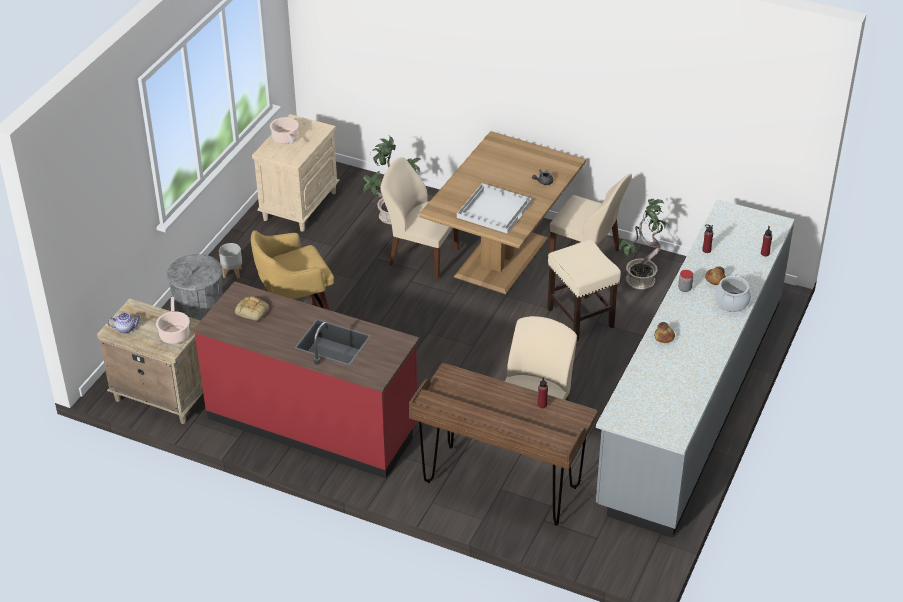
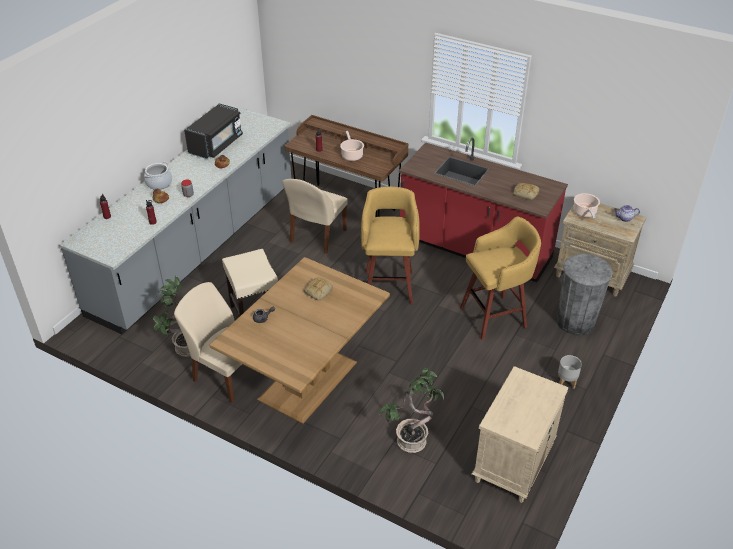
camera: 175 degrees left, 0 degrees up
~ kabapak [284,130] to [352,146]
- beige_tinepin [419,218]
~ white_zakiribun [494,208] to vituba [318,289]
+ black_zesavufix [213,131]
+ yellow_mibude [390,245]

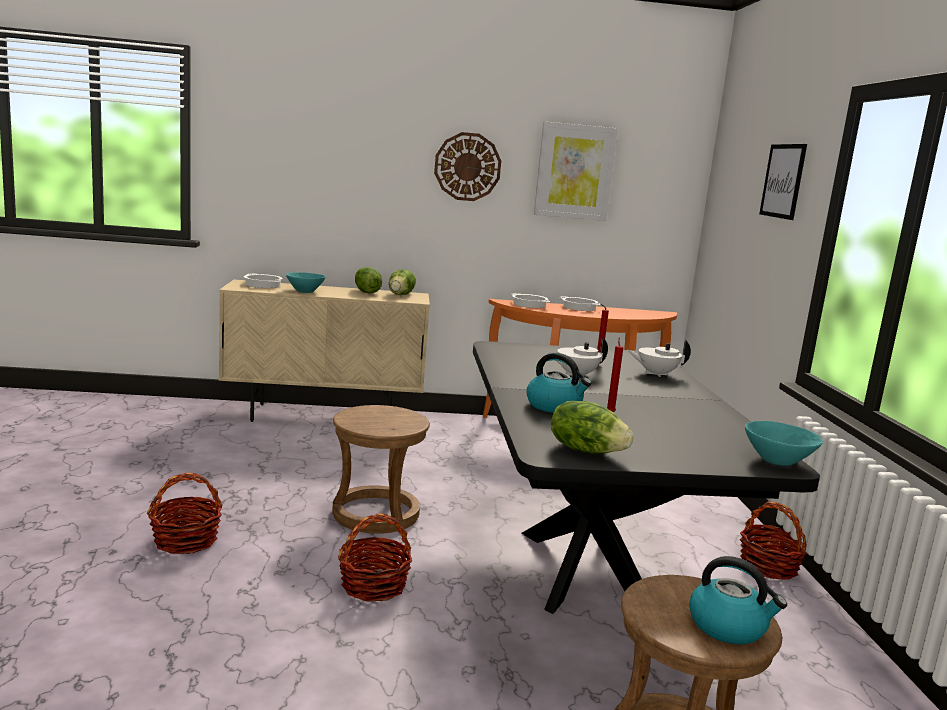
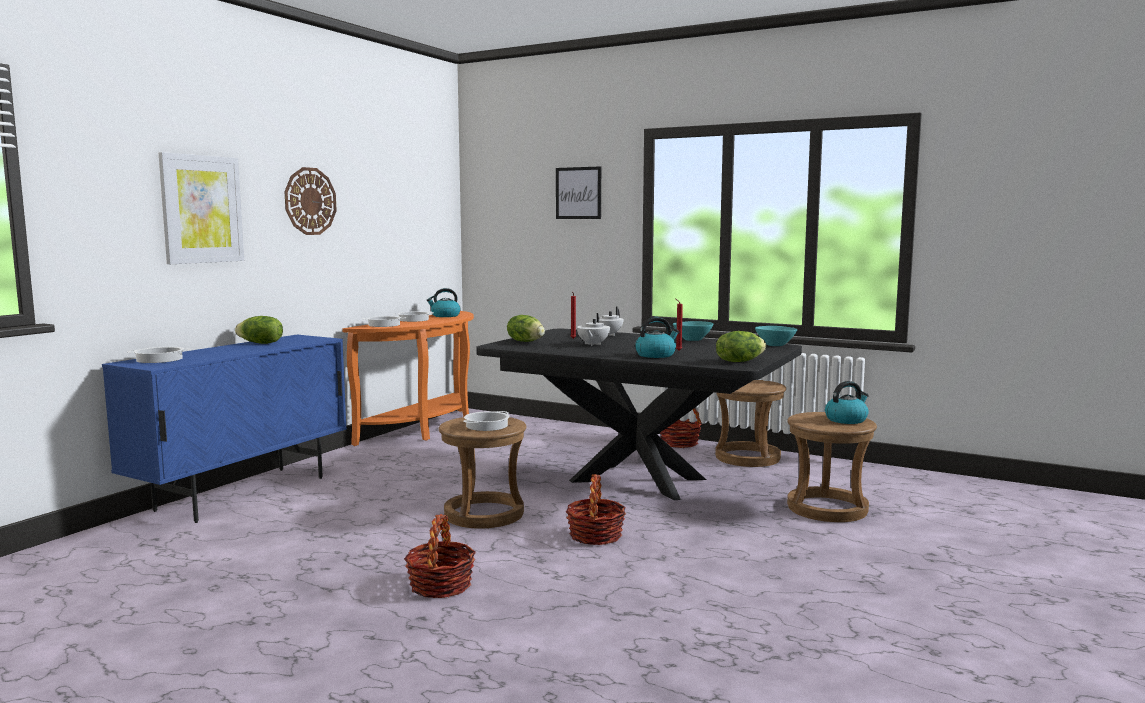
camera: 55 degrees left, 5 degrees down
~ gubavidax [576,171] to [201,208]
~ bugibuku [402,282] to [526,328]
~ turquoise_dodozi [306,282] to [693,331]
~ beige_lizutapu [324,351] to blue_lizutapu [224,429]
+ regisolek [443,302]
+ brown_mibude [750,423]
+ kabapak [486,421]

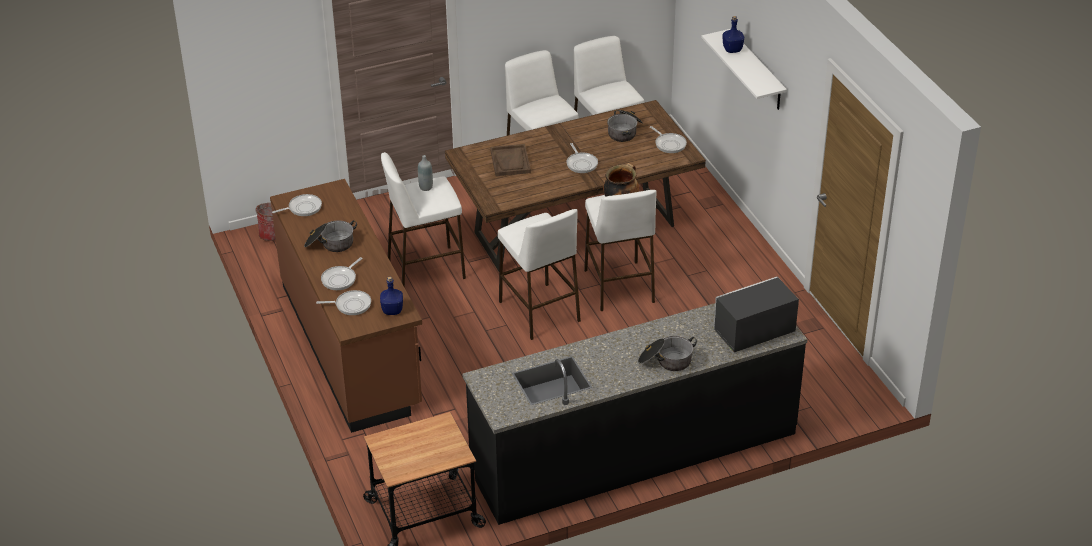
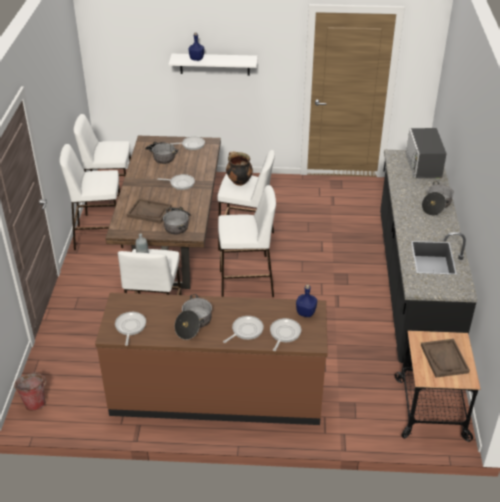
camera: 65 degrees left, 0 degrees up
~ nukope [342,273] = [243,329] 105 degrees counterclockwise
+ kabapak [177,220]
+ brown_zakiribun [445,358]

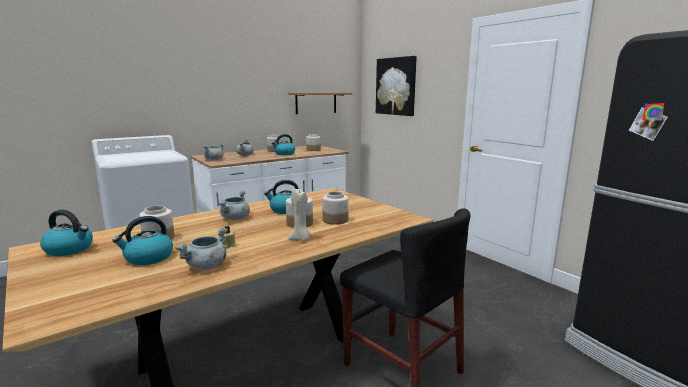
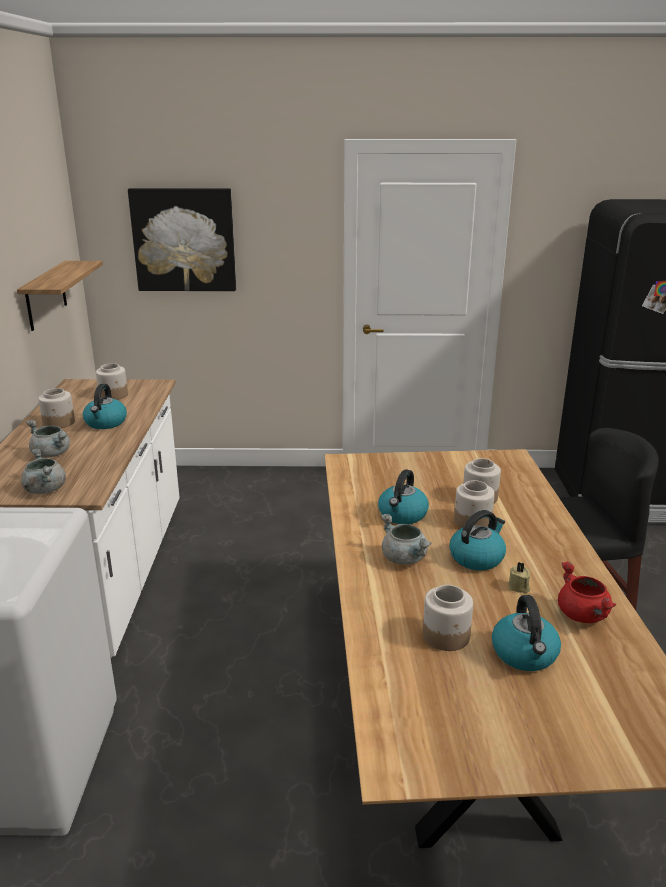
camera: 55 degrees left, 10 degrees up
- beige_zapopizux [300,214]
~ regisolek [66,233] to [477,540]
~ grey_kabapak [201,248] to red_kabapak [587,592]

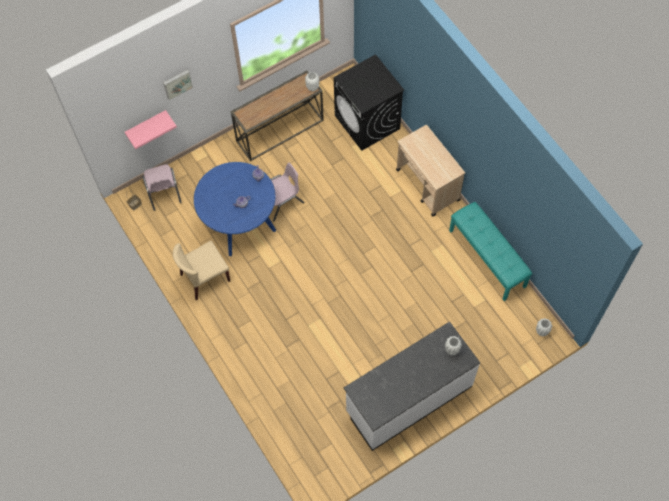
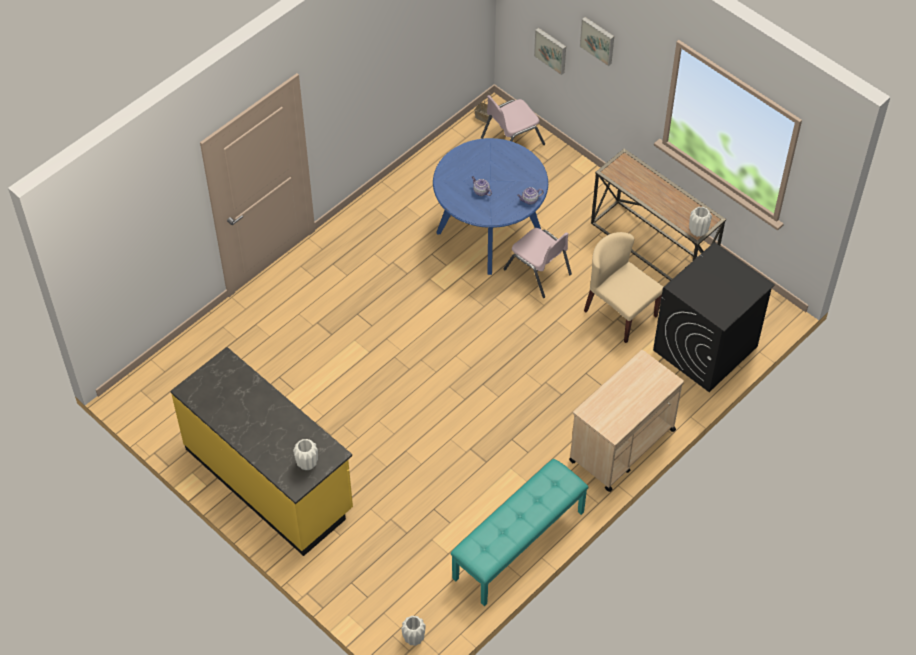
camera: 75 degrees right, 10 degrees down
~ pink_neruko [151,129] to gubavidax [550,51]
~ beige_tinepin [201,270] to [623,287]
~ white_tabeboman [412,386] to yellow_tabeboman [261,451]

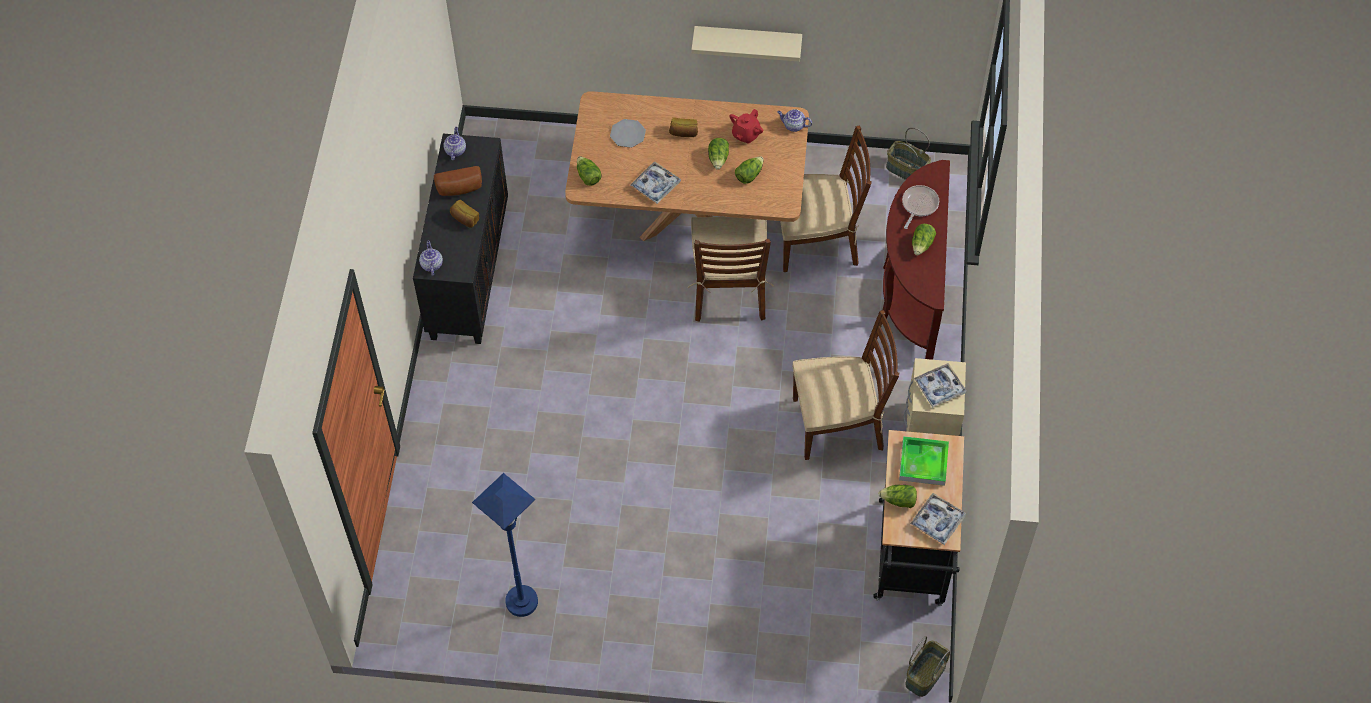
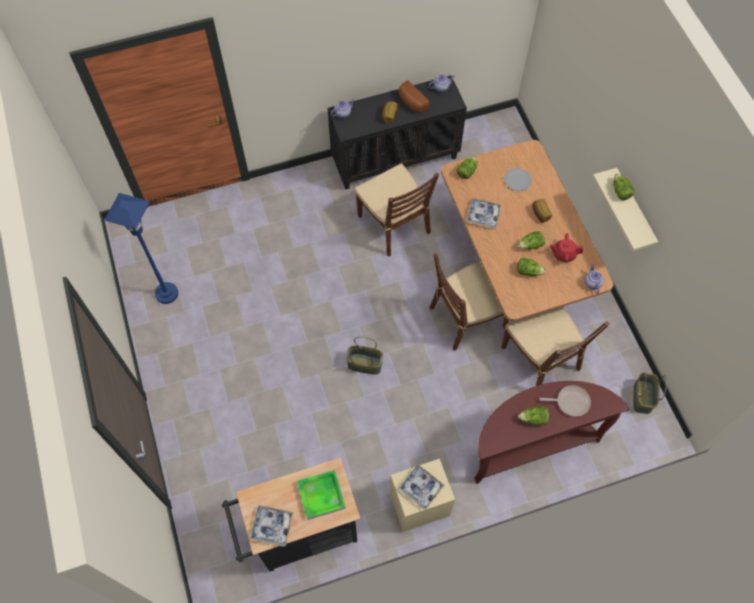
camera: 65 degrees right, 5 degrees up
~ brown_tinepin [845,385] to [397,209]
~ bugibuku [897,496] to [624,187]
~ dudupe [927,666] to [364,356]

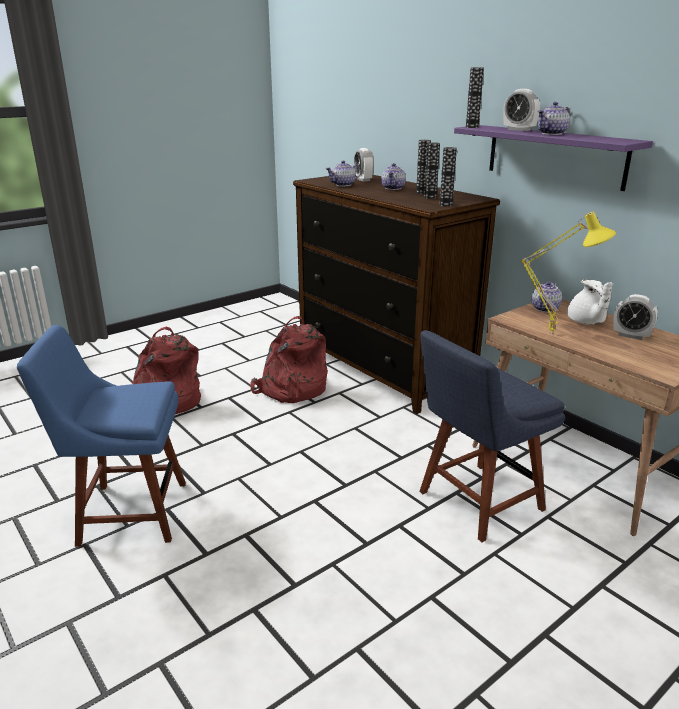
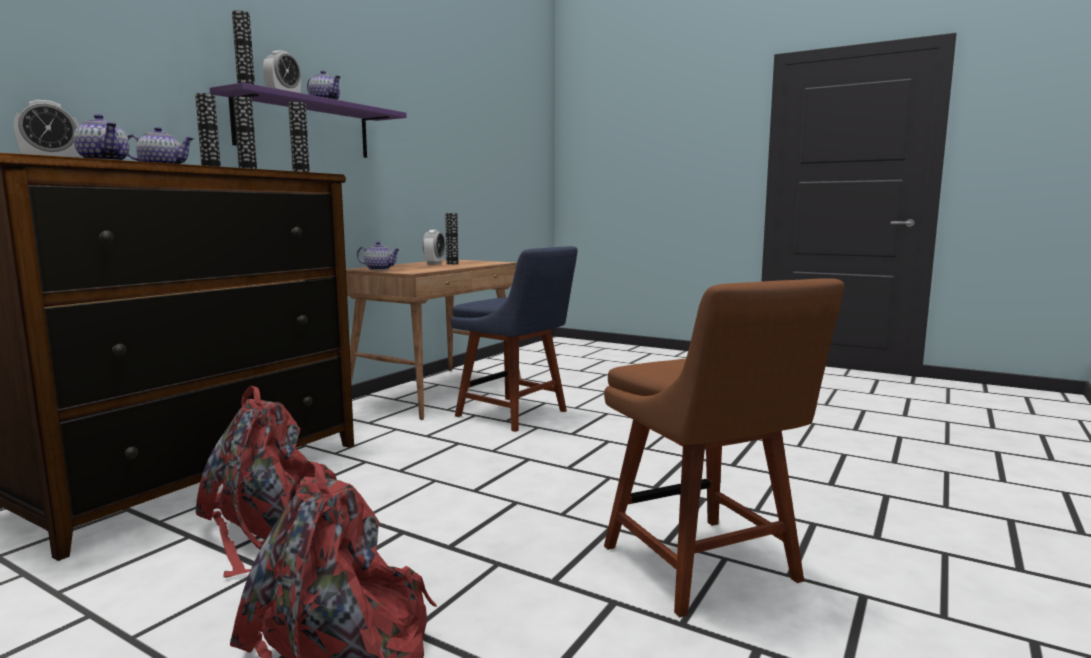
camera: 110 degrees left, 15 degrees down
- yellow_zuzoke [568,273]
- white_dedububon [589,302]
~ blue_tinepin [101,436] to brown_tinepin [724,447]
+ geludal [451,238]

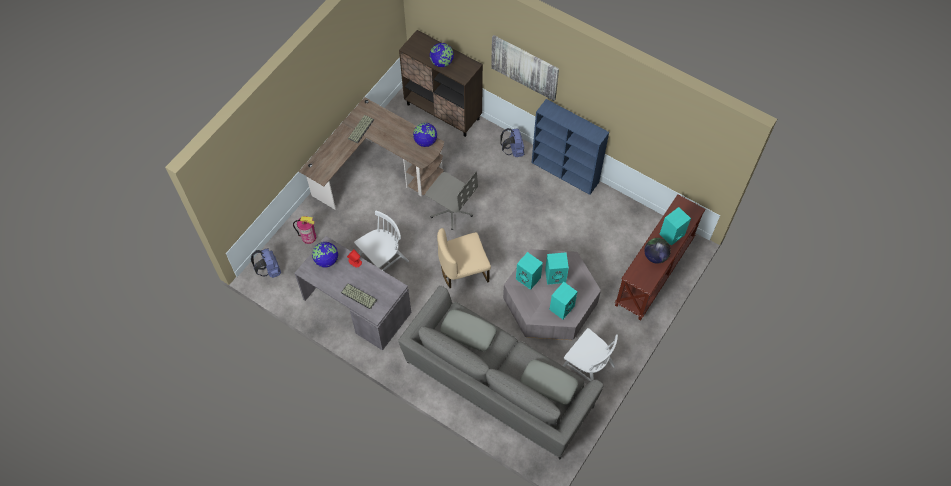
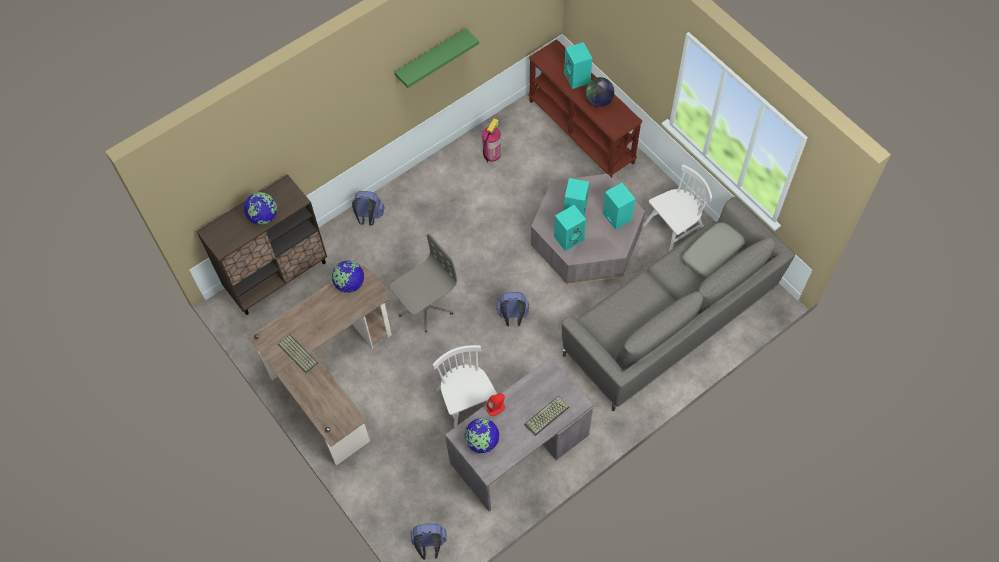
camera: 70 degrees left, 0 degrees up
- gubavidax [525,68]
- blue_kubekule [570,147]
~ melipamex [304,230] to [491,140]
~ beige_tinepin [464,258] to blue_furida [513,309]
- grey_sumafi [468,330]
+ green_neruko [437,58]

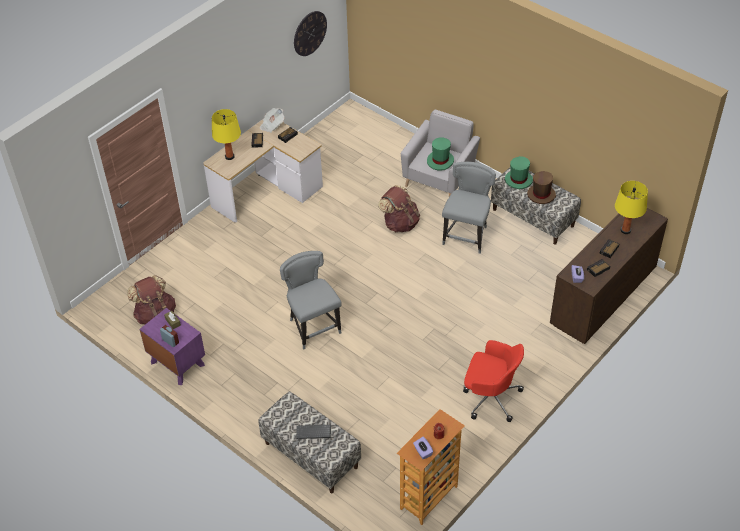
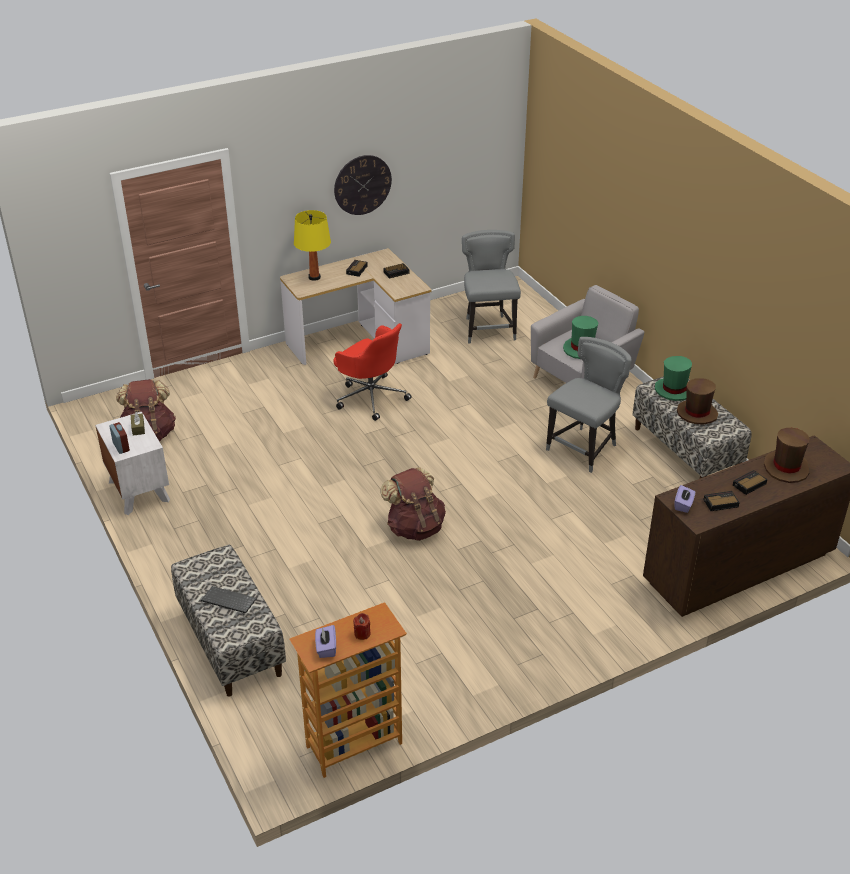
camera: 20 degrees right, 10 degrees down
~ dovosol [310,33] to [363,185]
- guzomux [272,120]
~ yellow_zuzoke [631,207] to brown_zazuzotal [787,455]
~ brown_furida [399,209] to [413,504]
~ grey_tinepin [311,300] to [491,287]
~ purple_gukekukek [172,346] to white_gukekukek [132,463]
~ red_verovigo [493,381] to [372,372]

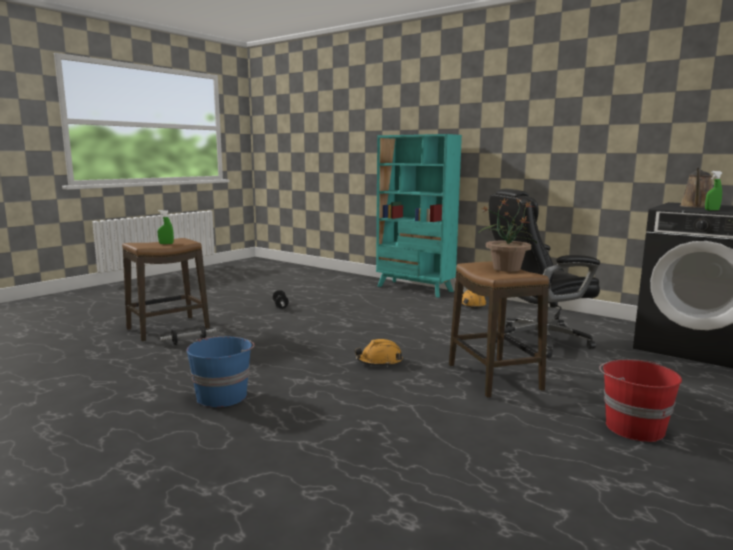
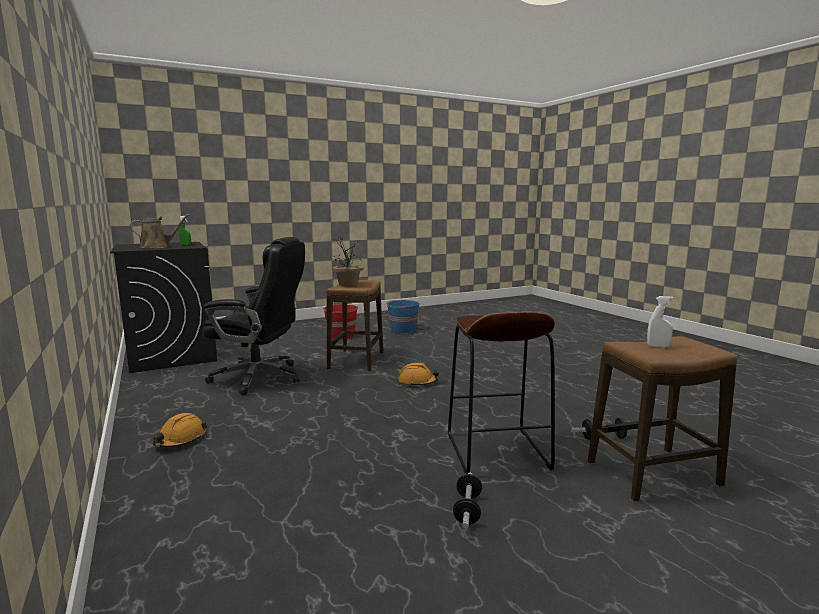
camera: 155 degrees left, 0 degrees up
- turquoise_kubekule [419,216]
~ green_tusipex [166,227] to white_tusipex [660,321]
~ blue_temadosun [220,371] to [402,316]
+ brown_mibude [501,392]

